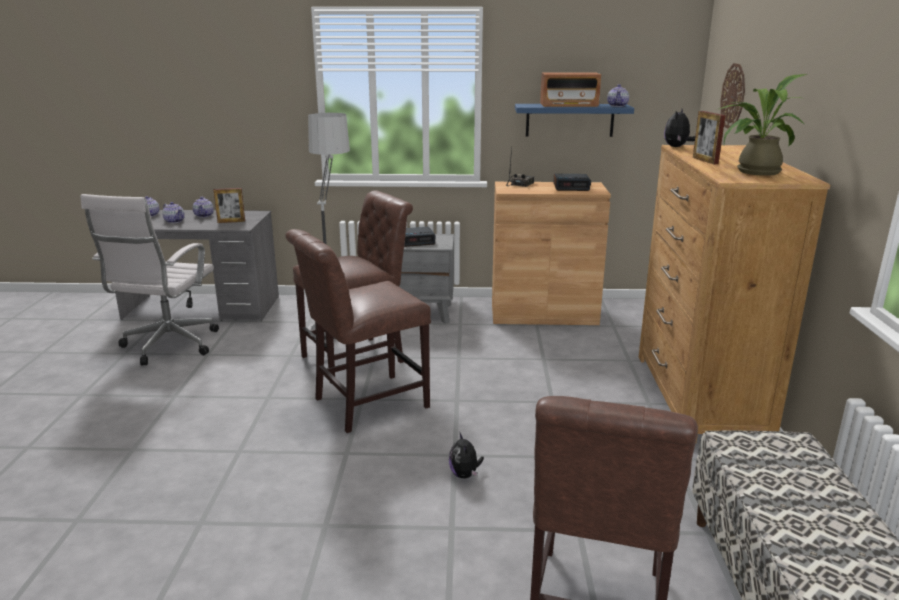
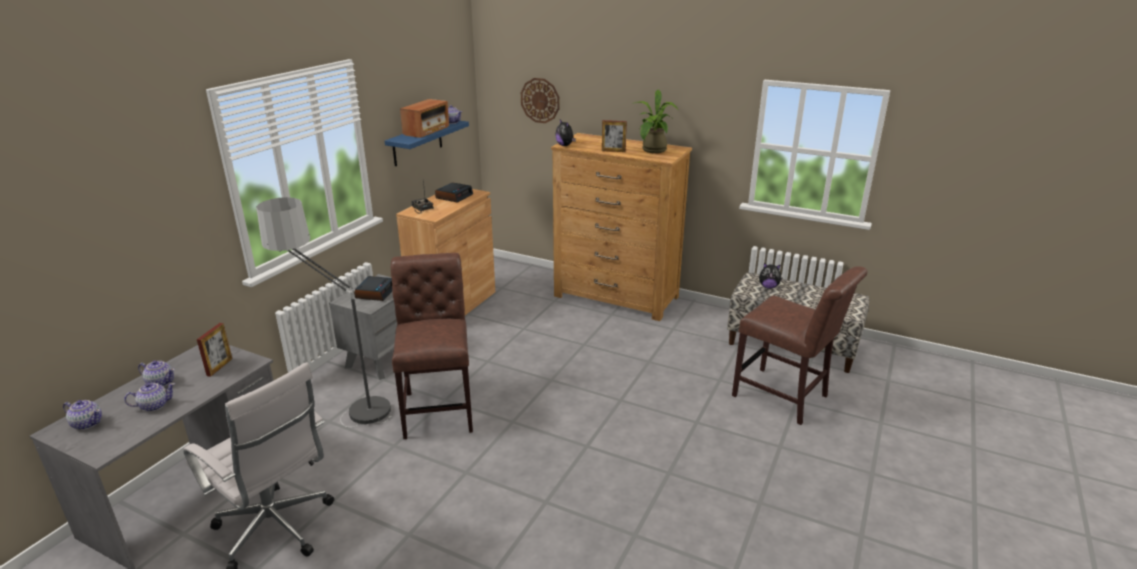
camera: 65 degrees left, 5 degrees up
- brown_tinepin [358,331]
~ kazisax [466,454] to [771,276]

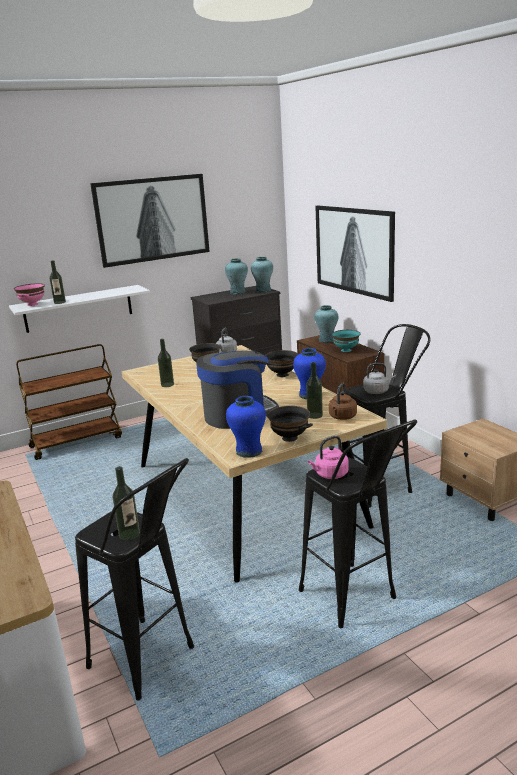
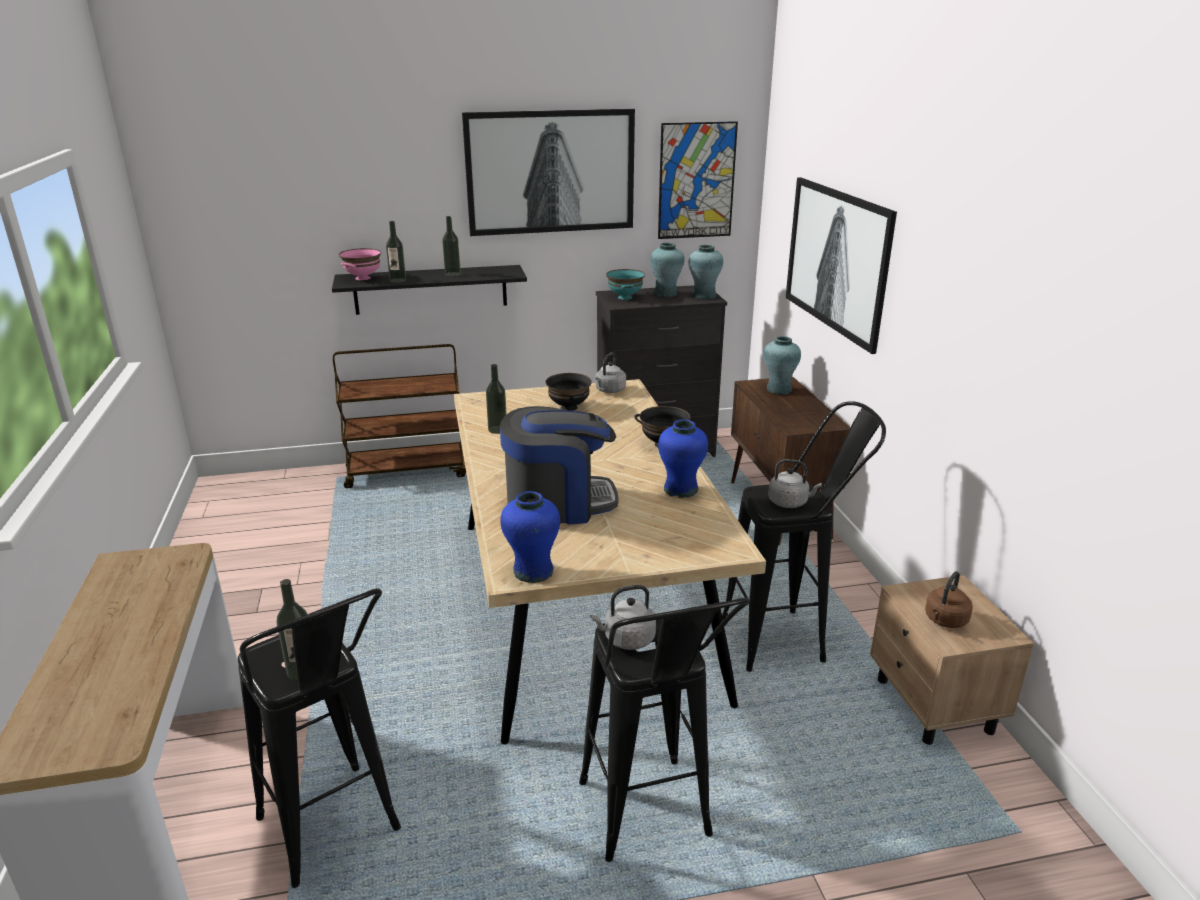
camera: 15 degrees right, 5 degrees up
~ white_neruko [79,309] to black_neruko [429,290]
~ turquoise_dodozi [346,341] to [625,284]
~ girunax [314,390] to [451,246]
~ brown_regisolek [343,401] to [949,599]
- black_dodozi [289,424]
~ pink_regisolek [328,457] to grey_regisolek [623,617]
+ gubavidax [698,180]

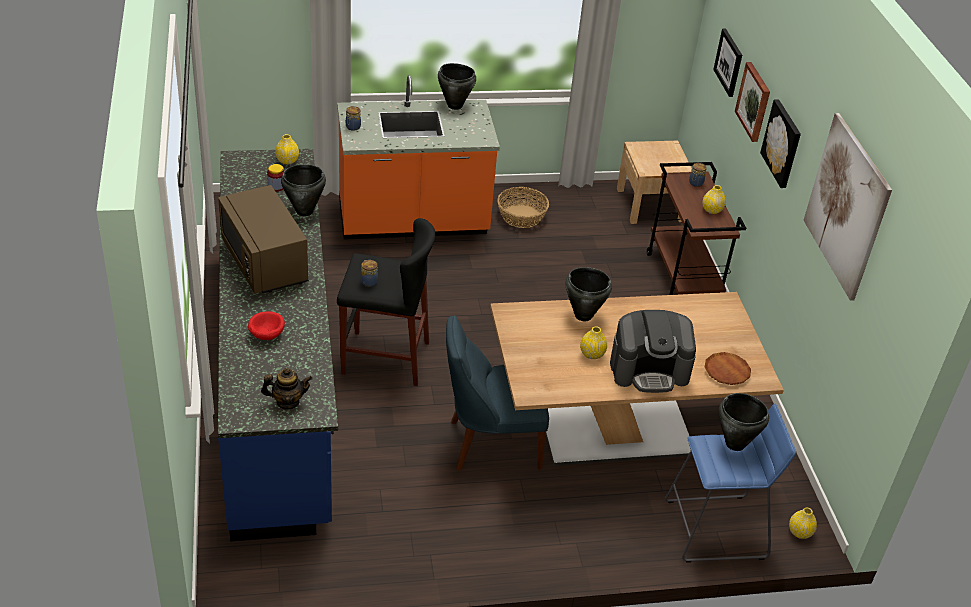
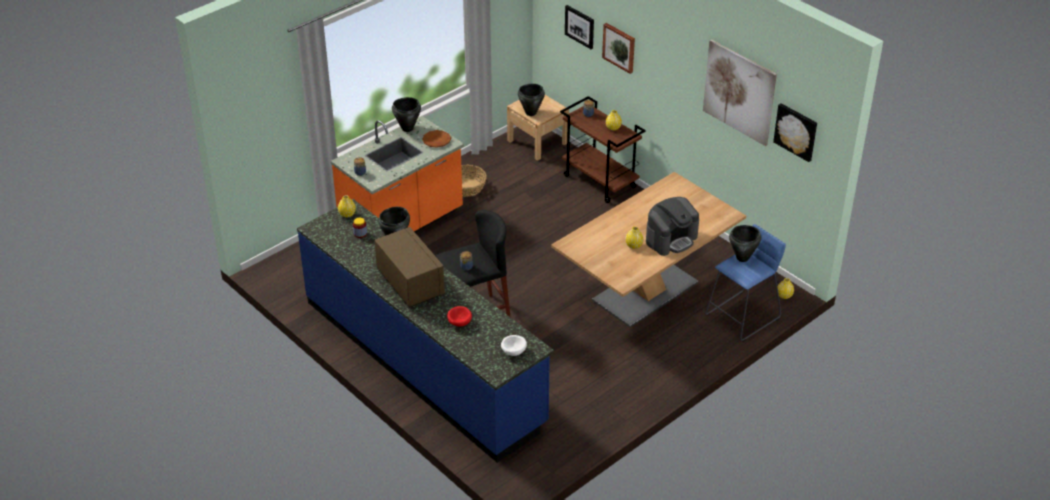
camera: 30 degrees left, 0 degrees up
~ gubavidax [780,144] to [795,132]
~ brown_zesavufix [263,239] = [409,267] 150 degrees counterclockwise
~ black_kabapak [589,294] to [531,100]
- blue_tinepin [497,392]
~ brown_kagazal [727,368] to [436,139]
~ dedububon [286,389] to white_dodozi [514,345]

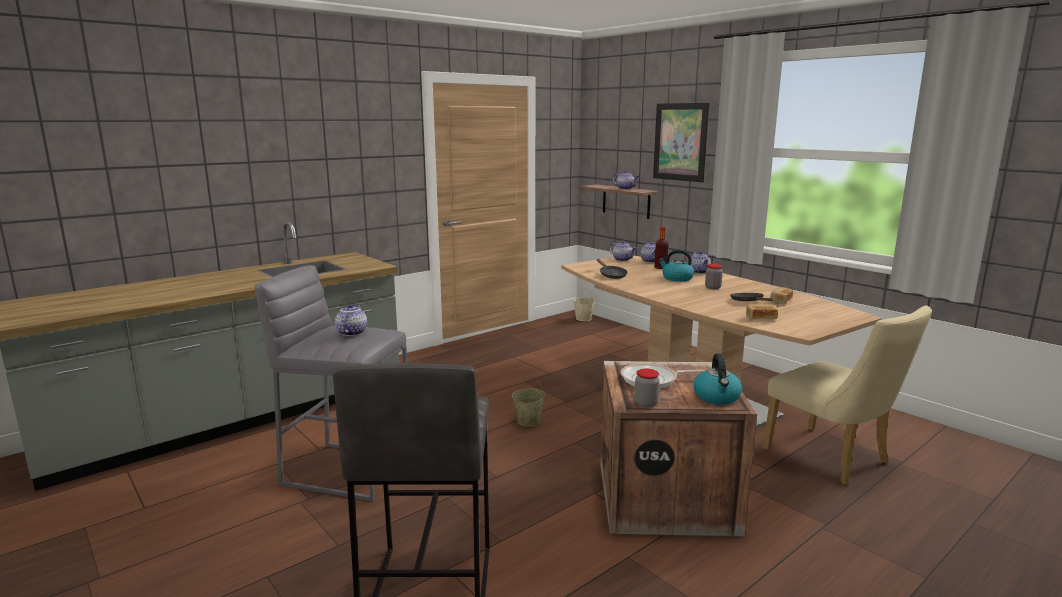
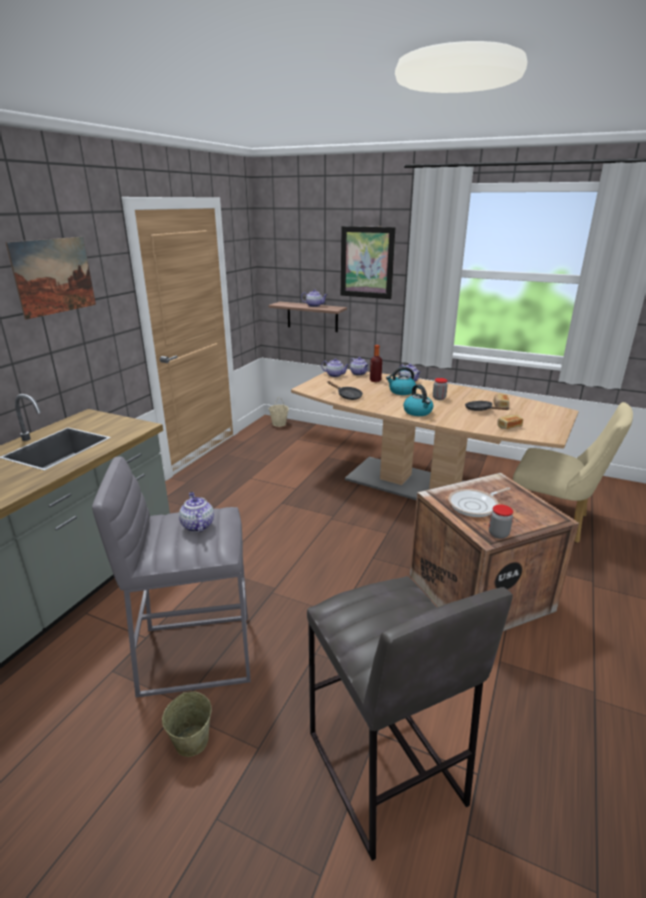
camera: 25 degrees left, 10 degrees up
~ regisolek [717,379] to [418,400]
~ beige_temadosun [528,401] to [187,724]
+ gubavidax [50,278]

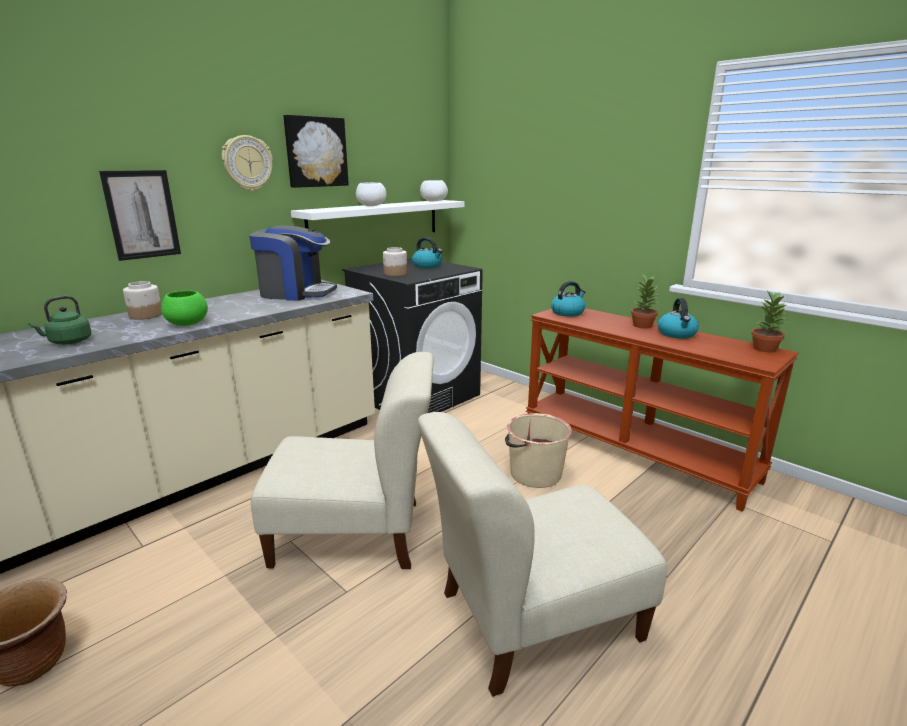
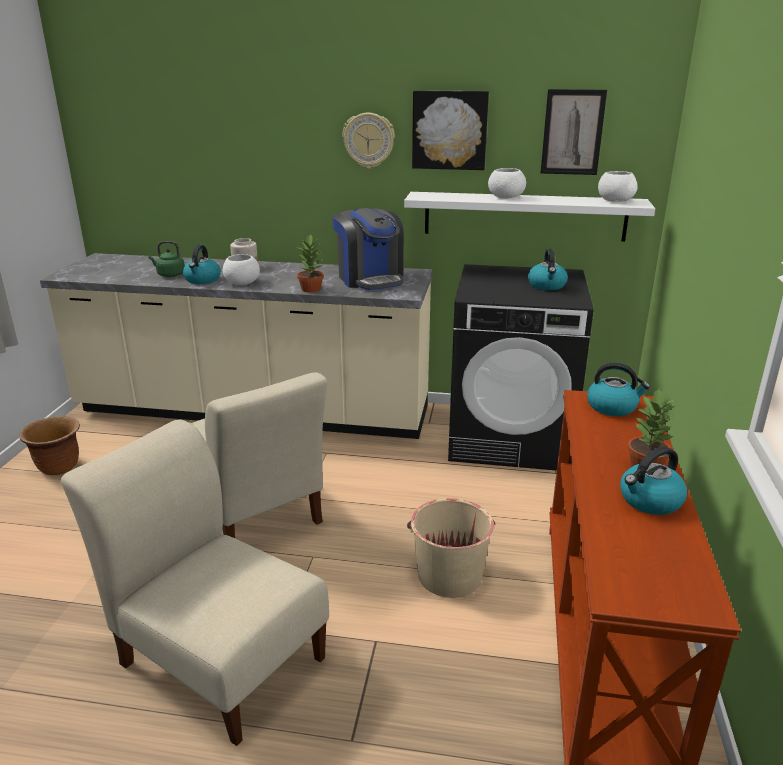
camera: 55 degrees right, 5 degrees up
~ gubavidax [140,215] to [574,132]
- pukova [395,261]
~ green_dodozi [184,308] to white_dodozi [241,269]
~ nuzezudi [769,321] to [310,263]
+ regisolek [202,264]

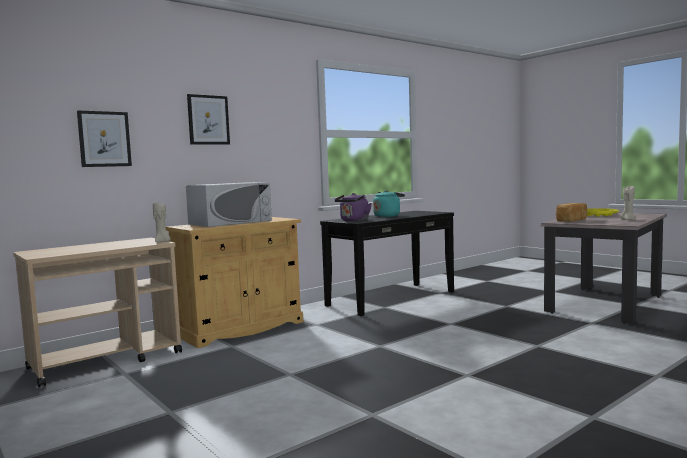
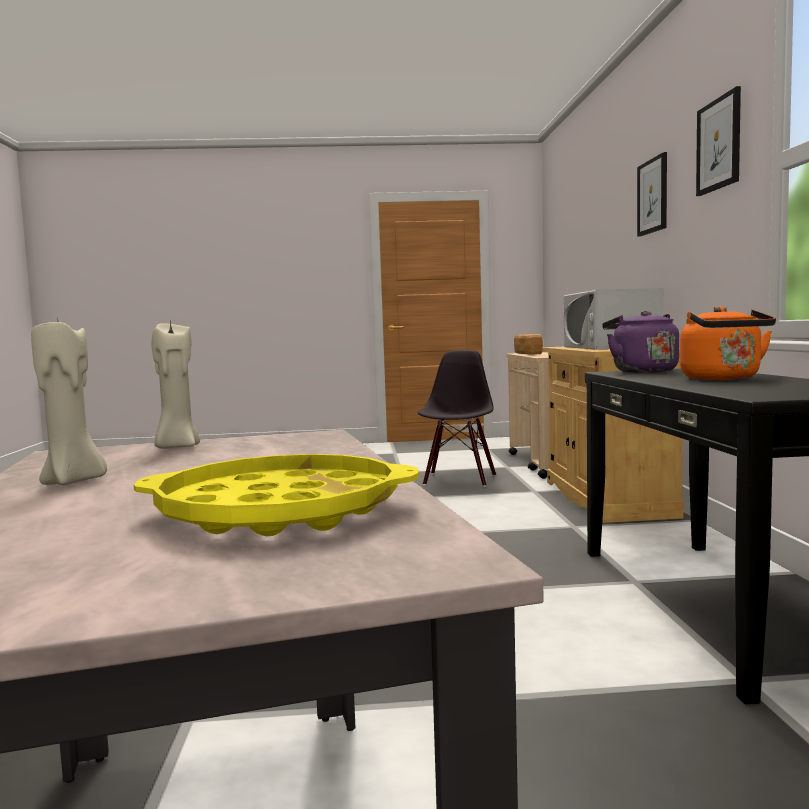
camera: 125 degrees right, 0 degrees up
~ gubavidax [104,138] to [718,141]
~ turquoise_regisolek [389,203] to orange_regisolek [728,343]
~ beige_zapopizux [161,222] to [176,385]
~ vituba [571,212] to [528,344]
+ black_tinepin [457,418]

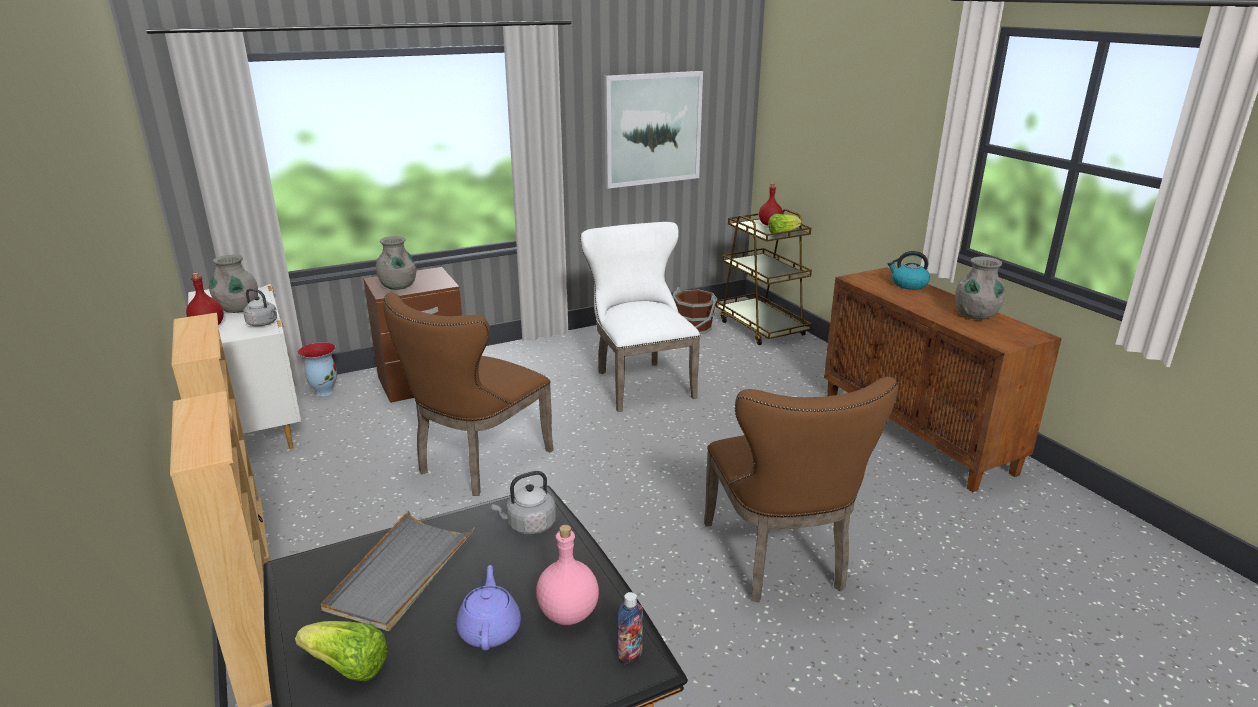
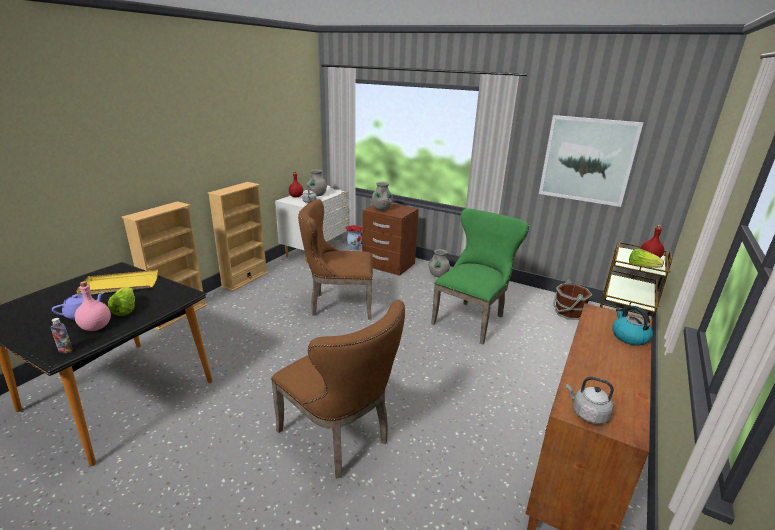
camera: 55 degrees right, 0 degrees up
~ white_tinepin [640,317] to green_tinepin [480,277]
~ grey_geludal [980,287] to [439,263]
~ brown_tinepin [801,489] = [338,389] 90 degrees counterclockwise
~ grey_regisolek [523,503] to [590,400]
~ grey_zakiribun [398,571] to yellow_zakiribun [117,282]
~ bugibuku [341,651] to [121,301]

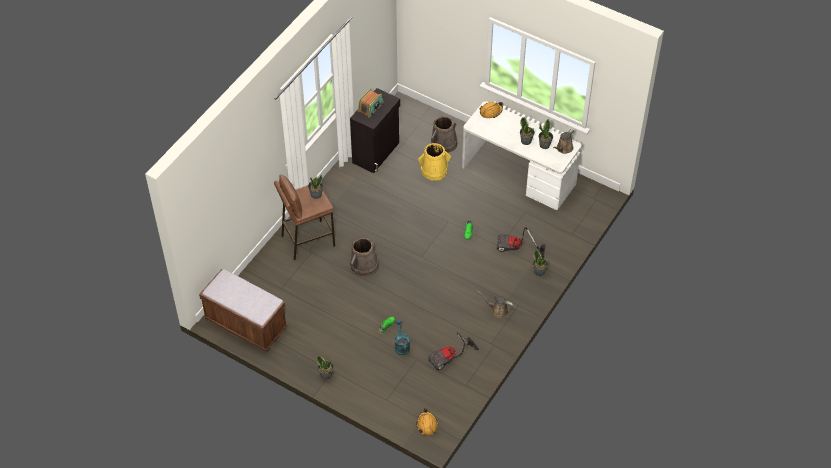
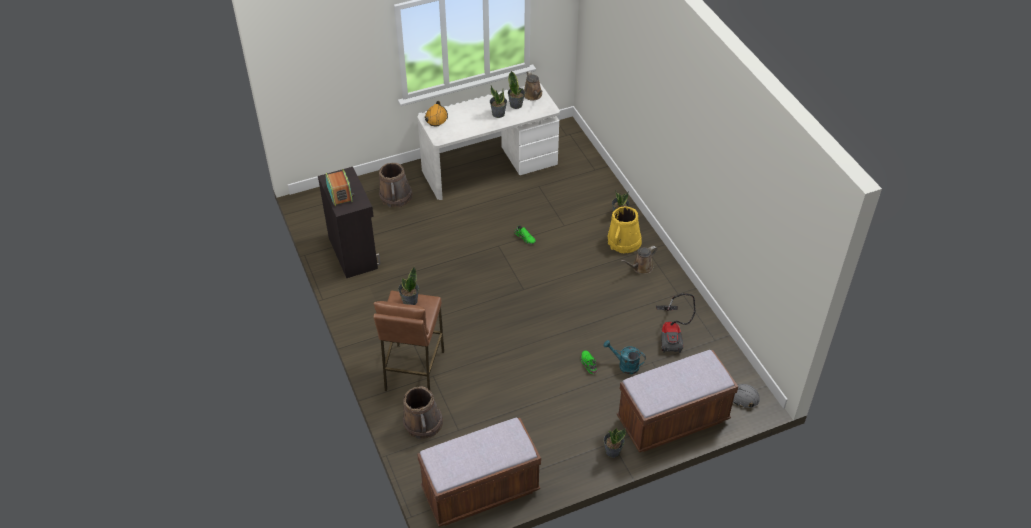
camera: 55 degrees left, 5 degrees down
~ yellow_temadosun [434,162] to [625,229]
- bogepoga [521,242]
~ brown_temadosun [364,257] to [423,413]
~ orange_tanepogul [427,421] to grey_tanepogul [746,396]
+ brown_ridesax [678,401]

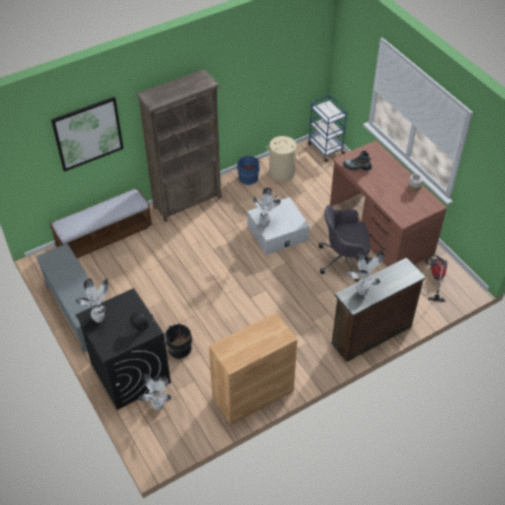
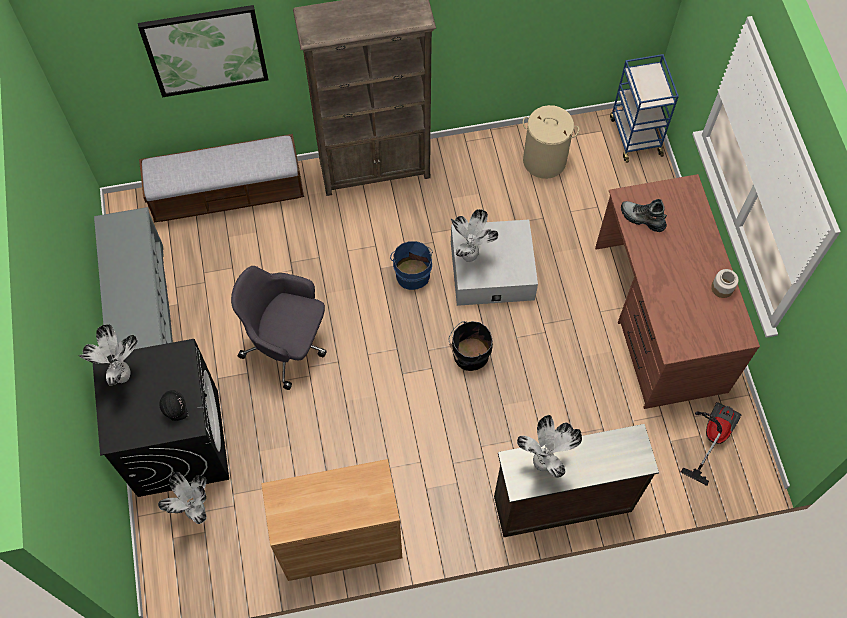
camera: 20 degrees right, 15 degrees up
~ blue_temadosun [247,170] to [411,265]
~ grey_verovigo [344,243] to [279,328]
~ black_temadosun [178,341] to [470,346]

